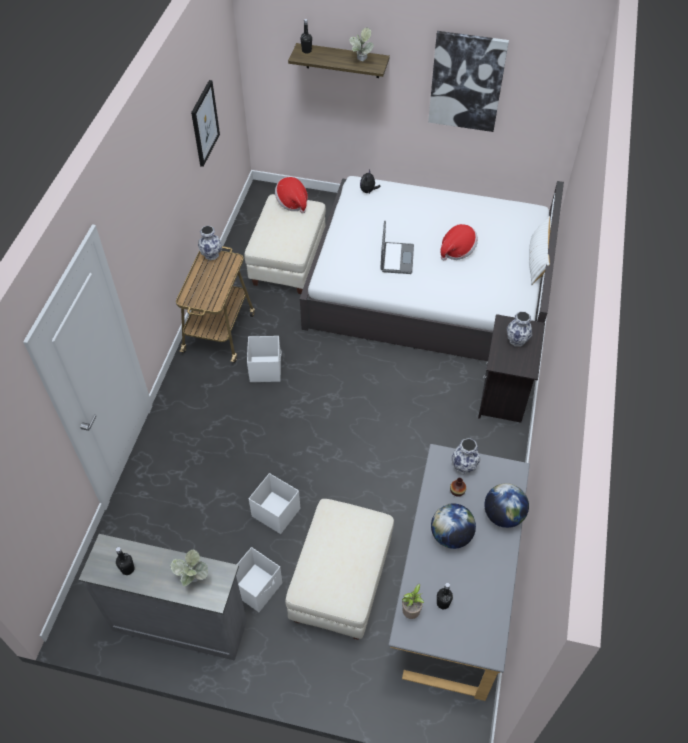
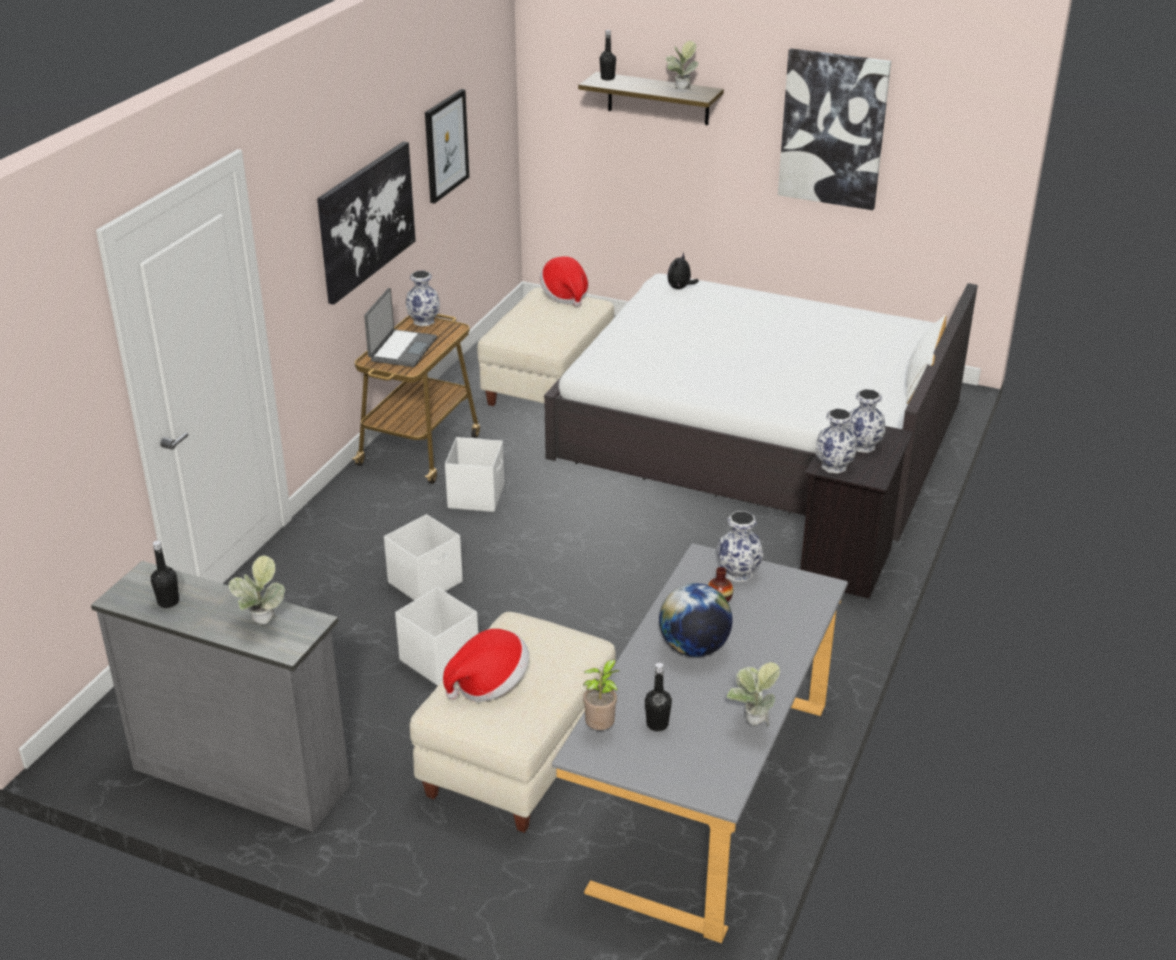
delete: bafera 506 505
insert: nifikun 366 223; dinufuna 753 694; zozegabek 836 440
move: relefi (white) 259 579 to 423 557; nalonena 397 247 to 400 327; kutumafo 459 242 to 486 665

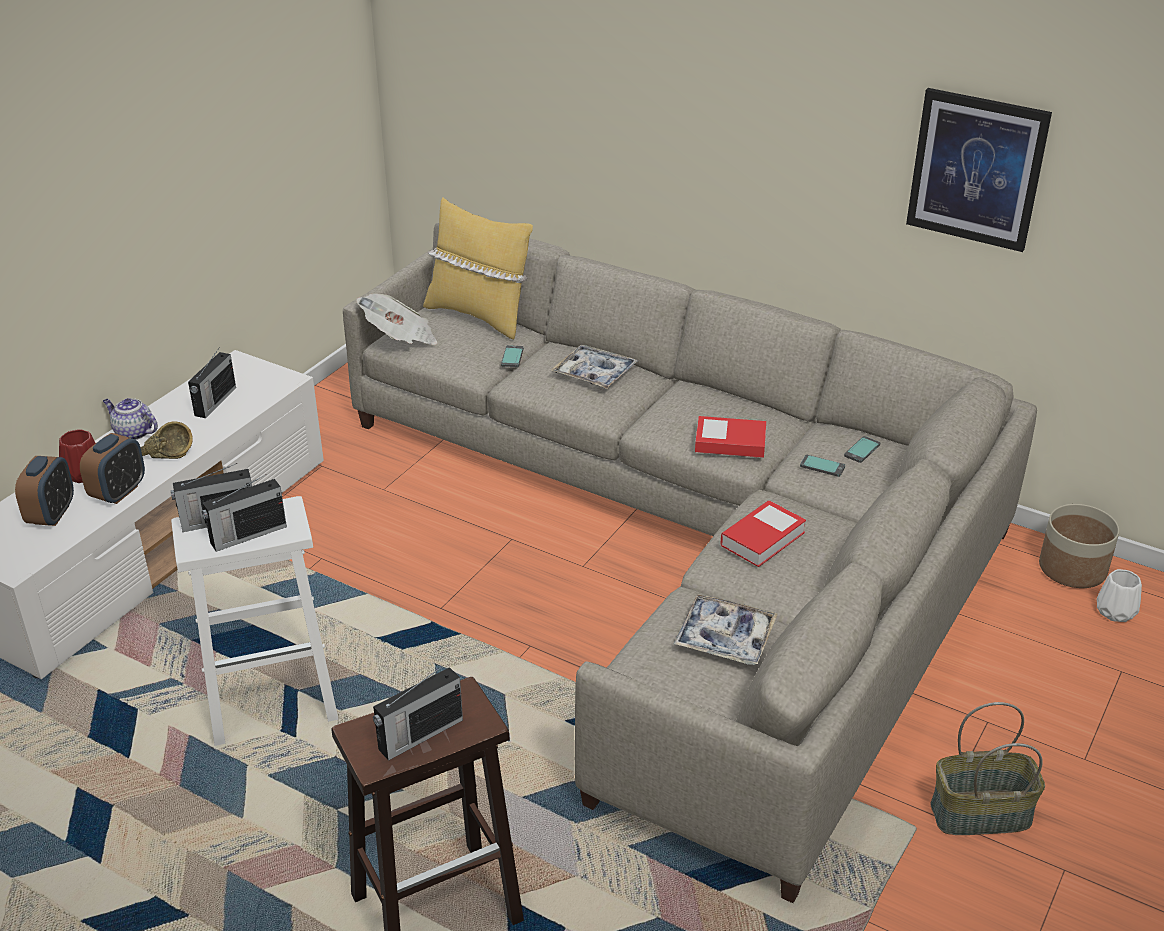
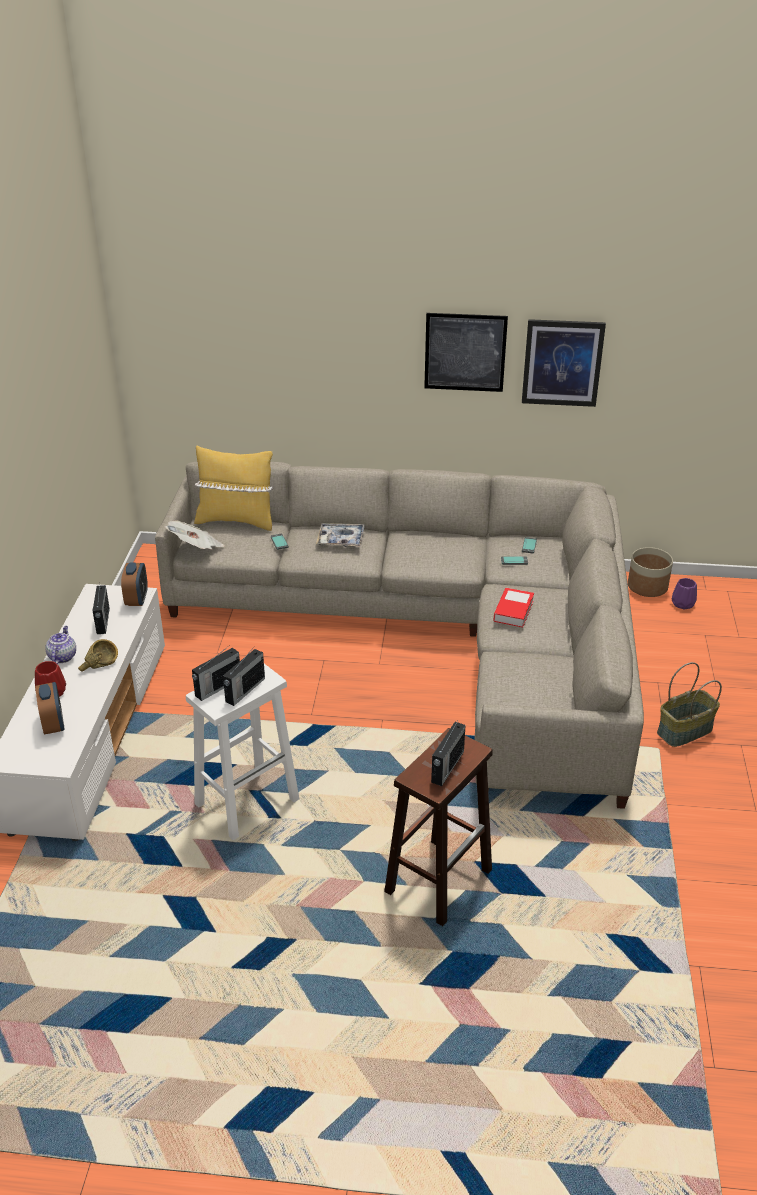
delete: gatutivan 726 629; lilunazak 730 437
insert: nifikun 466 352
move: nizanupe 112 468 to 134 584
recolor: zozegabek (white) 1119 595 to zozegabek (purple) 684 593
rotate: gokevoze 130 419 = 60 645 90 degrees clockwise

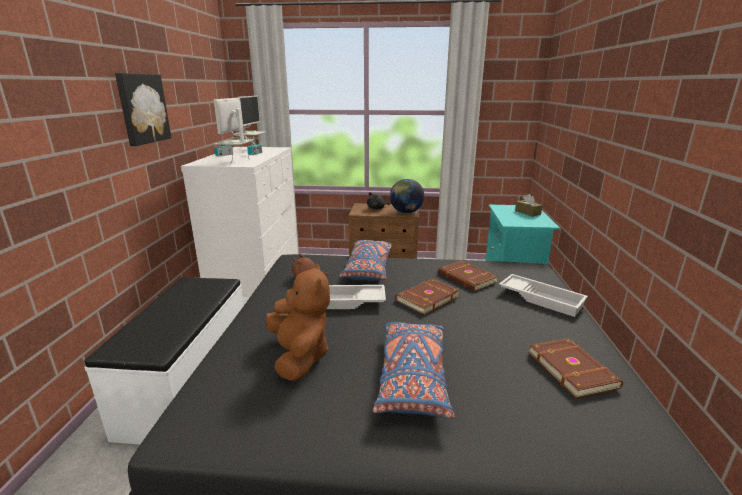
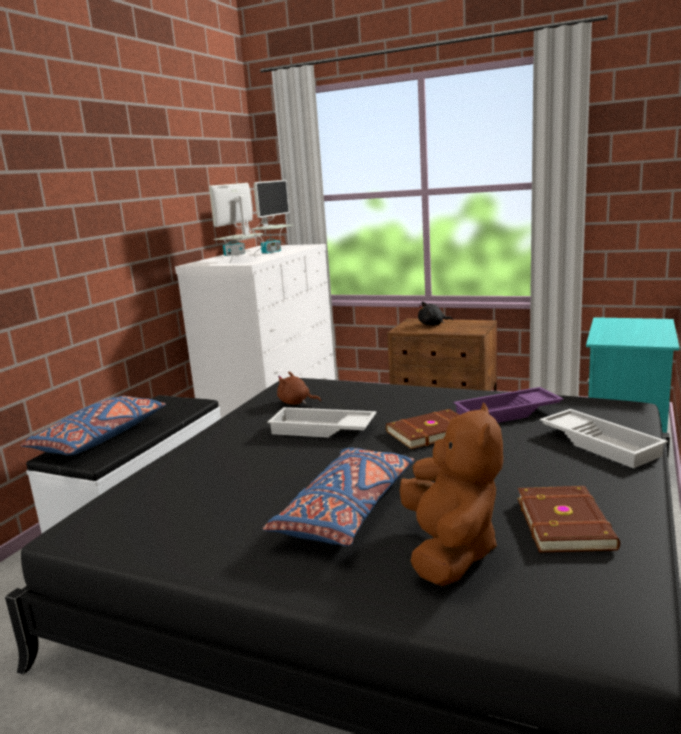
delete: nifikun 143 109; bafera 407 196; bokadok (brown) 528 205
move: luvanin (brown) 298 322 to 451 494; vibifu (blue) 366 260 to 93 426
replace: lilunazak (brown) 468 276 to gatutivan (purple) 508 405

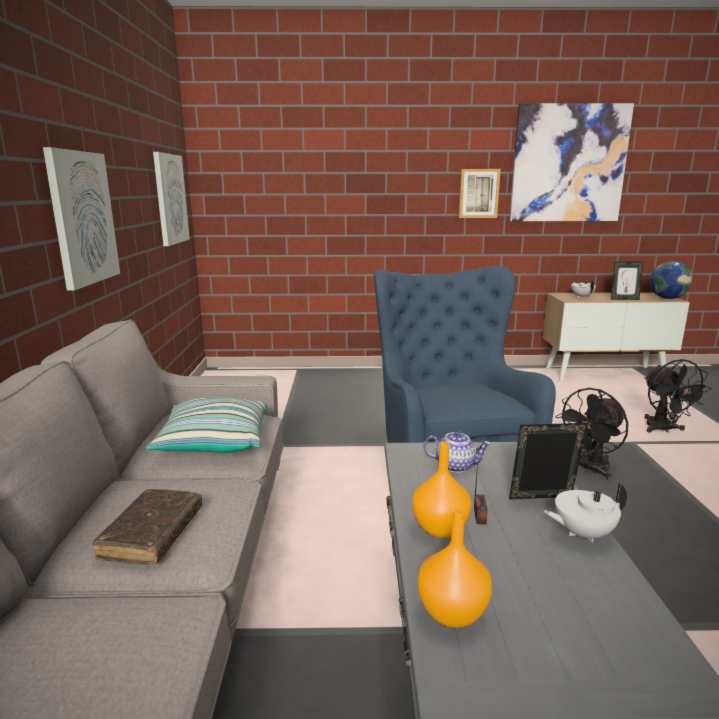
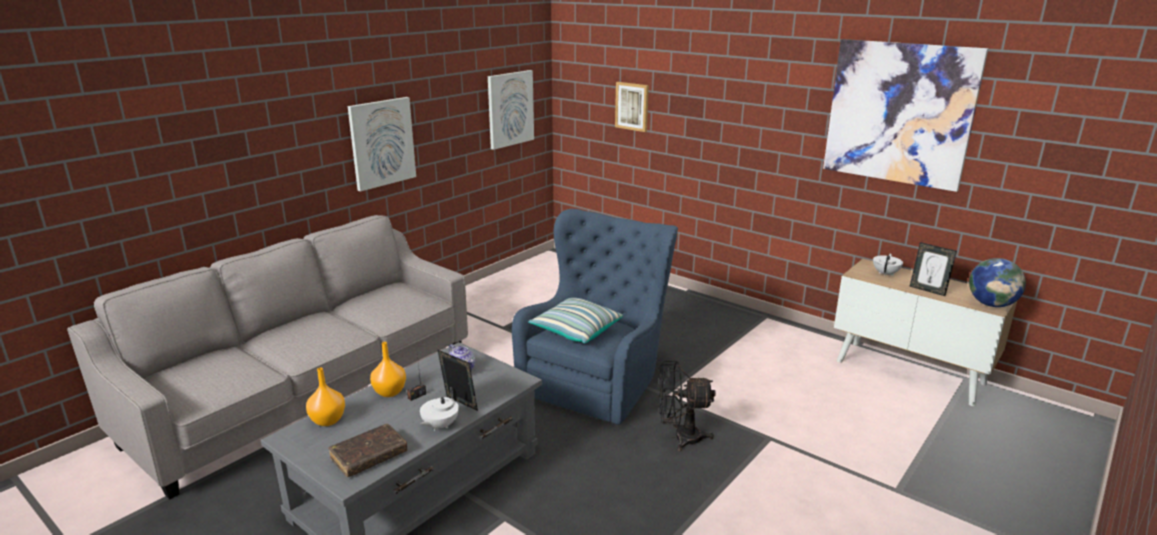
delete: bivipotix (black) 678 396
move: lilunazak (brown) 147 527 to 367 450; vibifu 206 425 to 575 321; nifikun 480 193 to 632 107
rotate: gokevoze (white) 585 512 = 439 409 90 degrees counterclockwise

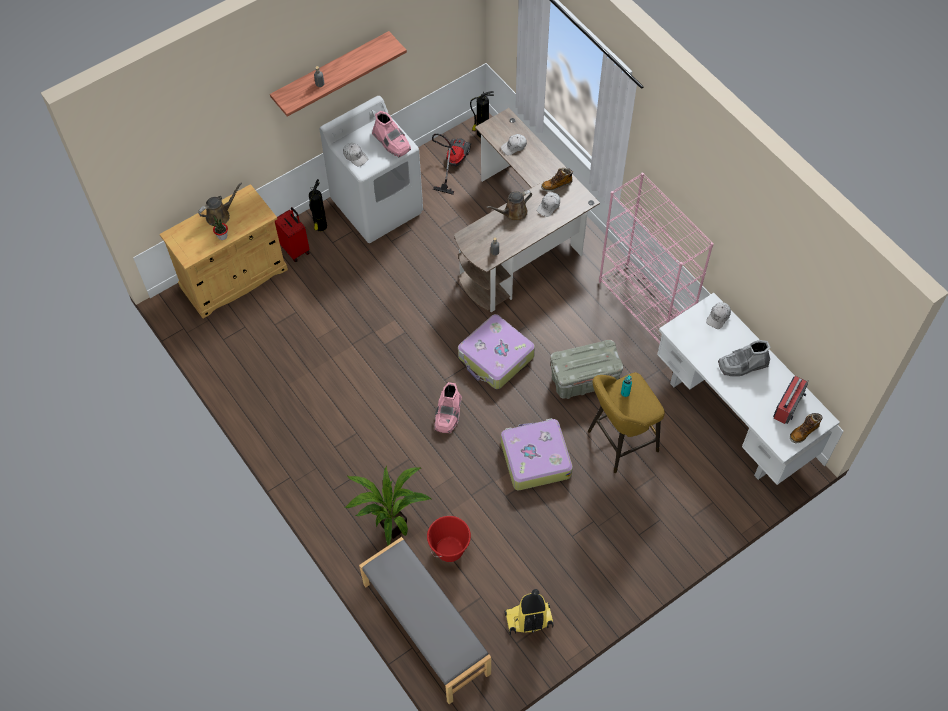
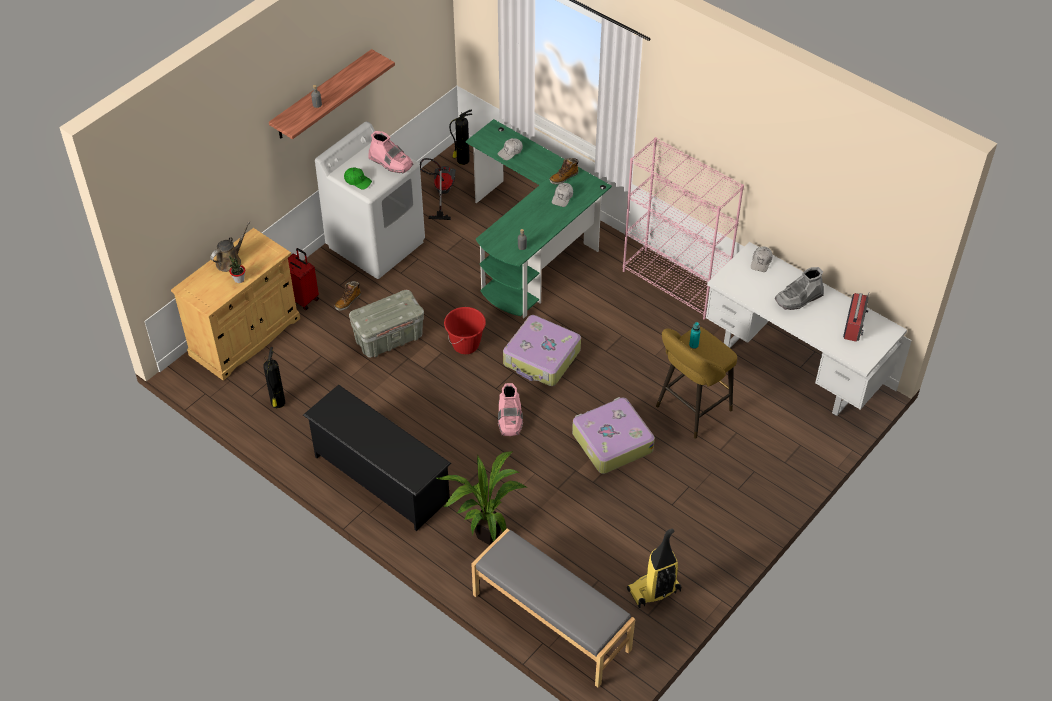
delete: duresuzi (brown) 509 205
insert: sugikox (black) 377 457
move: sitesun 318 205 to 274 377; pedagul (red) 449 539 to 465 330; relefi (grey) 586 369 to 386 324; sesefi 806 428 to 348 296
recolor: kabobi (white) 355 155 to kabobi (green) 358 178; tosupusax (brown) 527 210 to tosupusax (green) 538 218

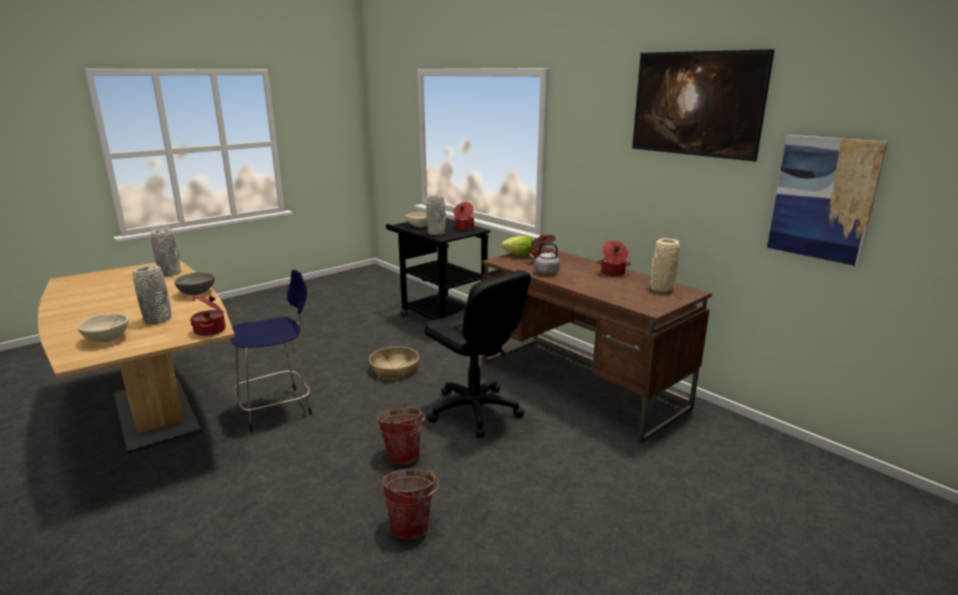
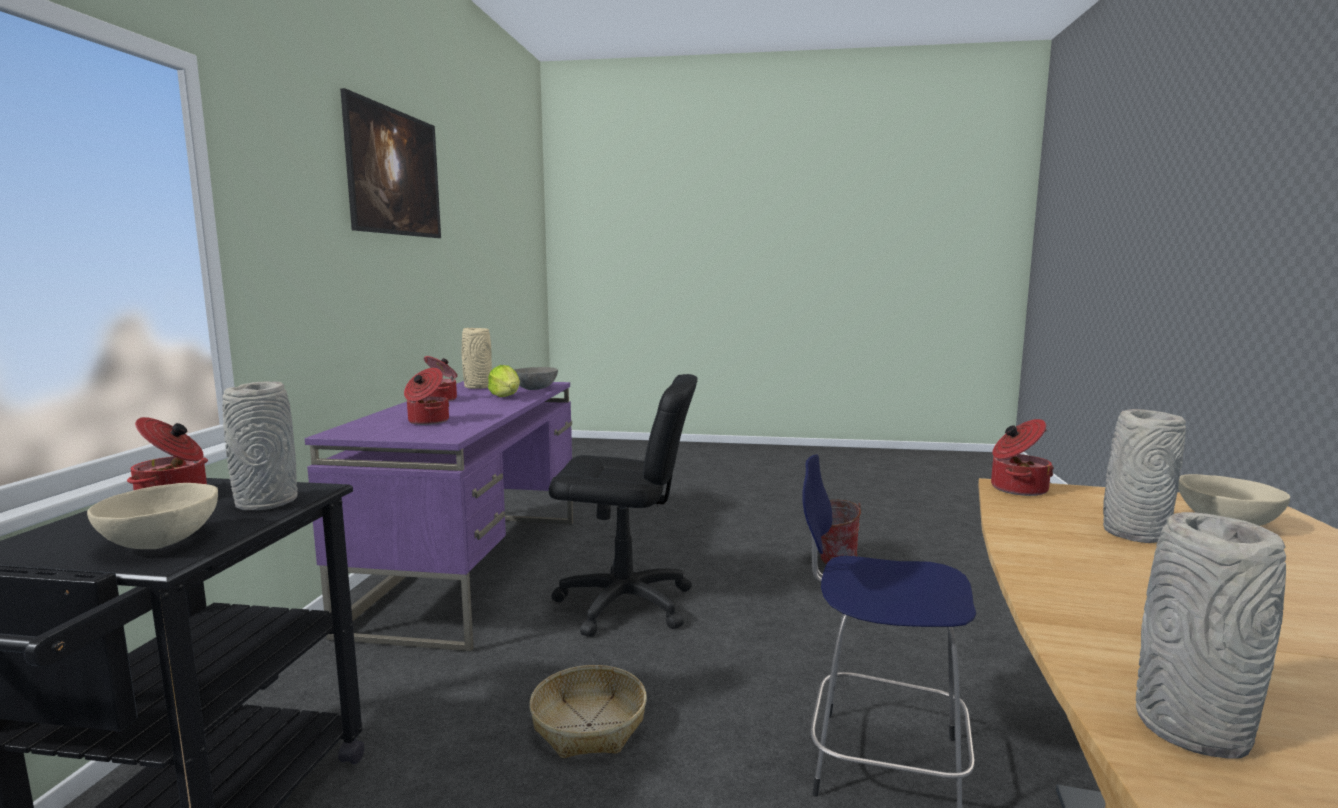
delete: pedagul 401 434; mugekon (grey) 545 258; nifikun 827 200
move: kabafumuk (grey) 194 283 to 536 378; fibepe 518 246 to 504 381
recolor: tosupusax (brown) 597 345 to tosupusax (purple) 439 516
rotate: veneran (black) 477 354 = 623 505 90 degrees clockwise

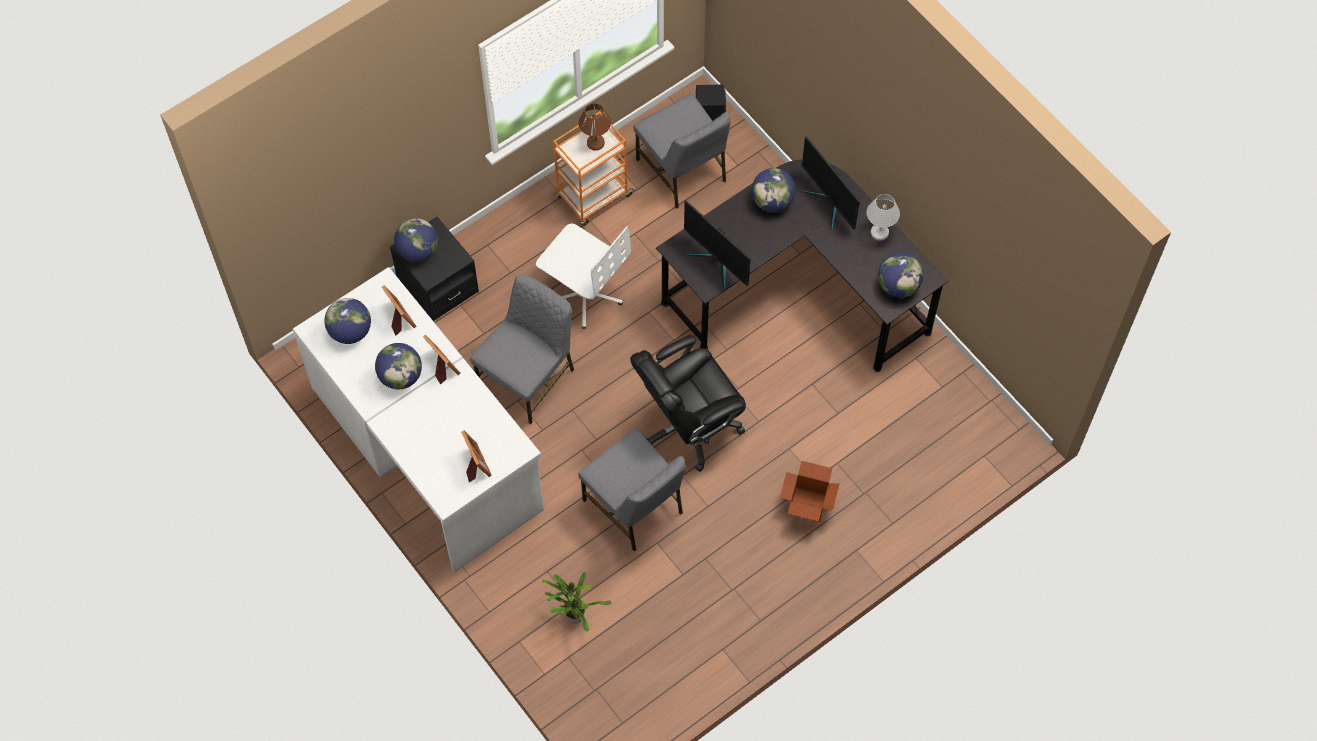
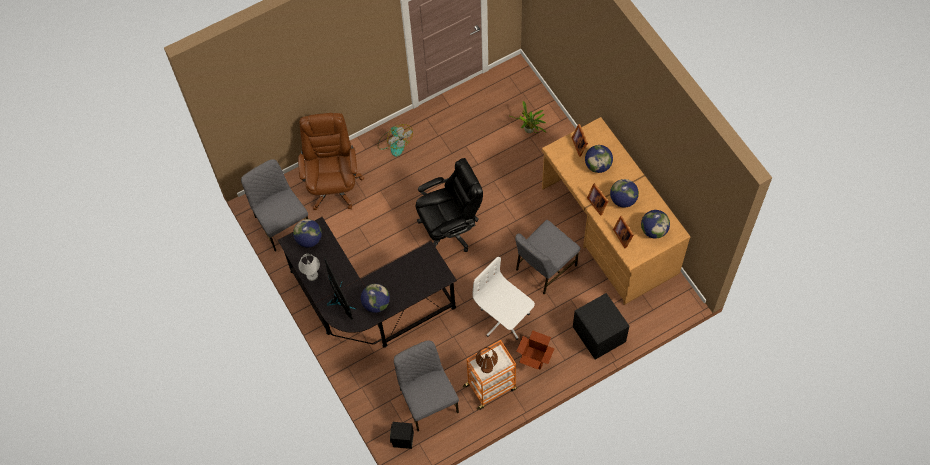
delete: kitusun 717 244
insert: veneran (brown) 331 161; bivipotix 395 140
move: bafera 416 240 to 599 159; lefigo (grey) 632 490 to 274 205; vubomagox 809 491 to 536 350
recolor: tosupusax (white) 418 419 to tosupusax (brown) 616 211

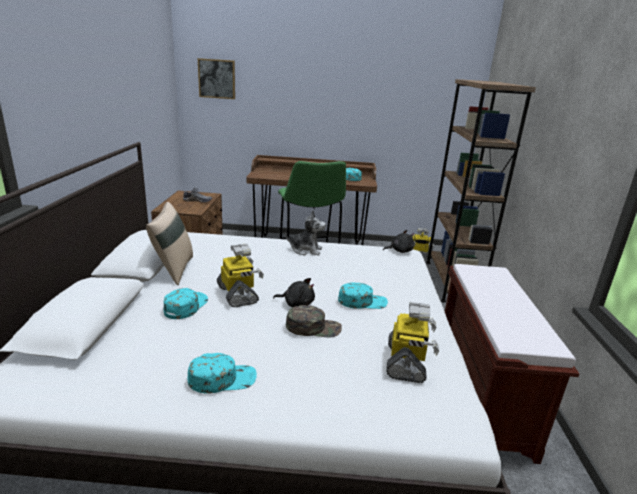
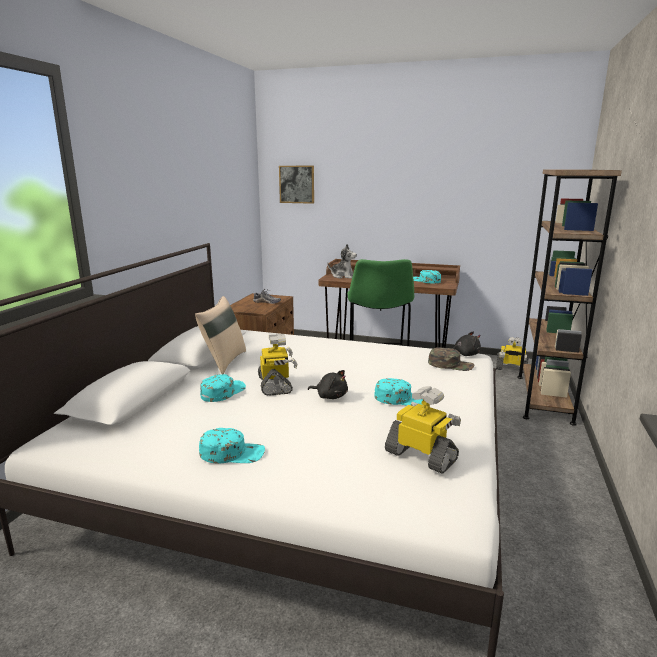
delete: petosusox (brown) 512 364
move: luvanin 305 232 to 342 261; kabobi (green) 314 321 to 451 359
rotate: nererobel 412 342 = 423 429 75 degrees counterclockwise

